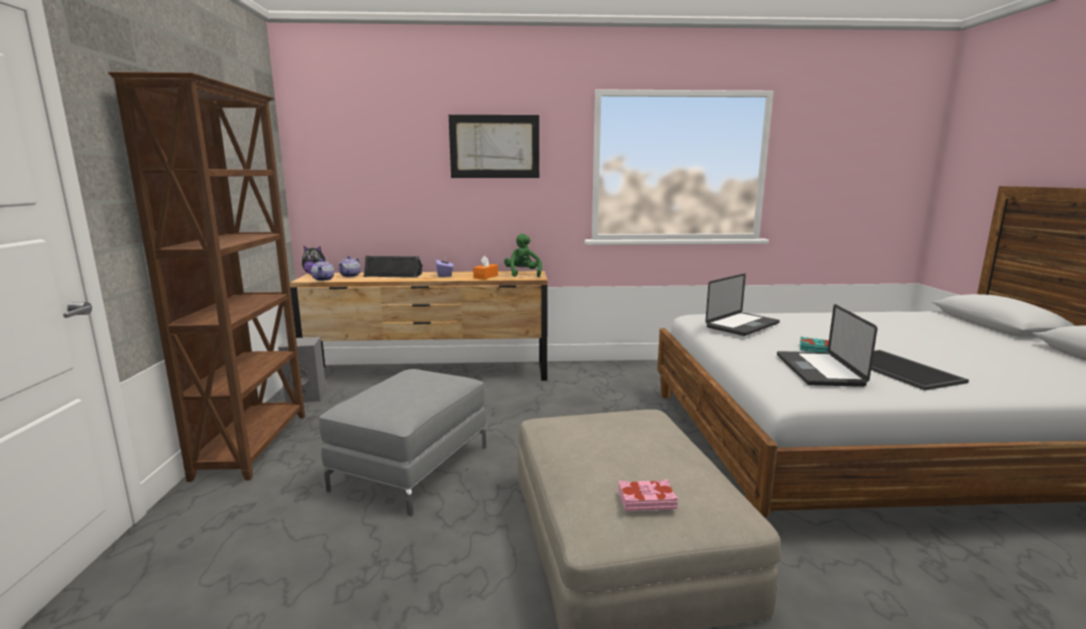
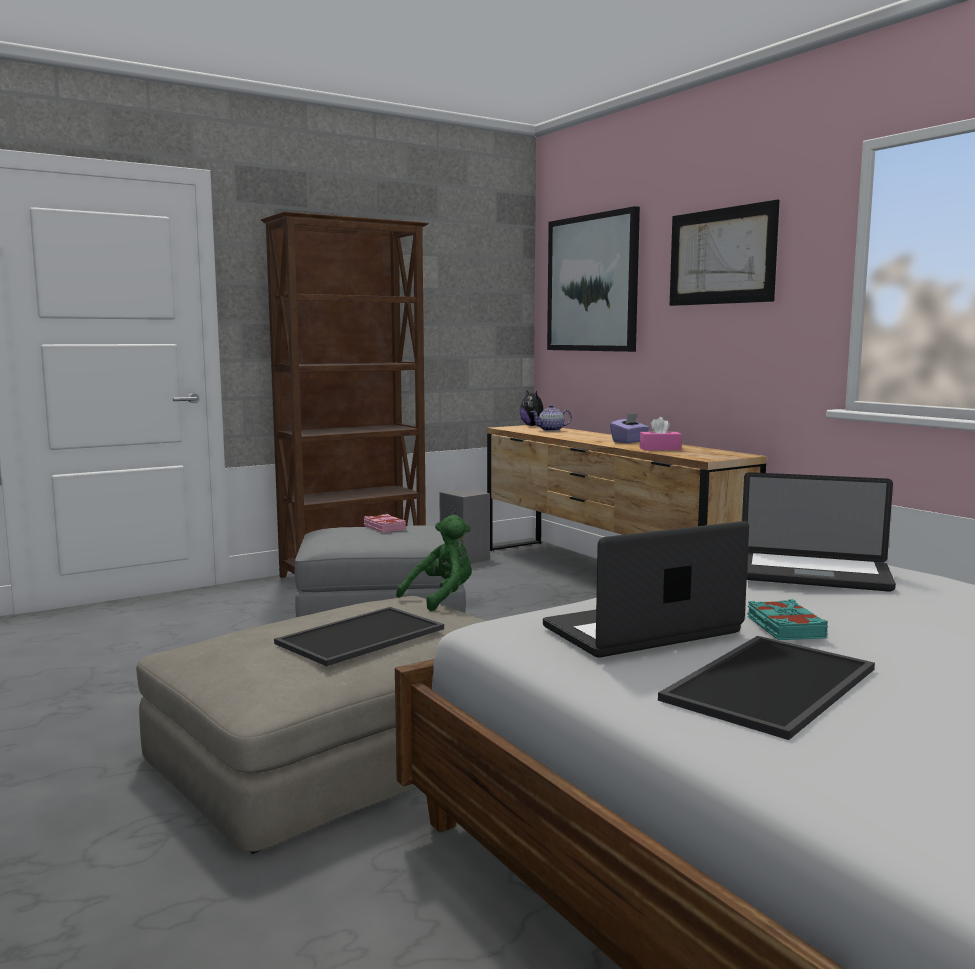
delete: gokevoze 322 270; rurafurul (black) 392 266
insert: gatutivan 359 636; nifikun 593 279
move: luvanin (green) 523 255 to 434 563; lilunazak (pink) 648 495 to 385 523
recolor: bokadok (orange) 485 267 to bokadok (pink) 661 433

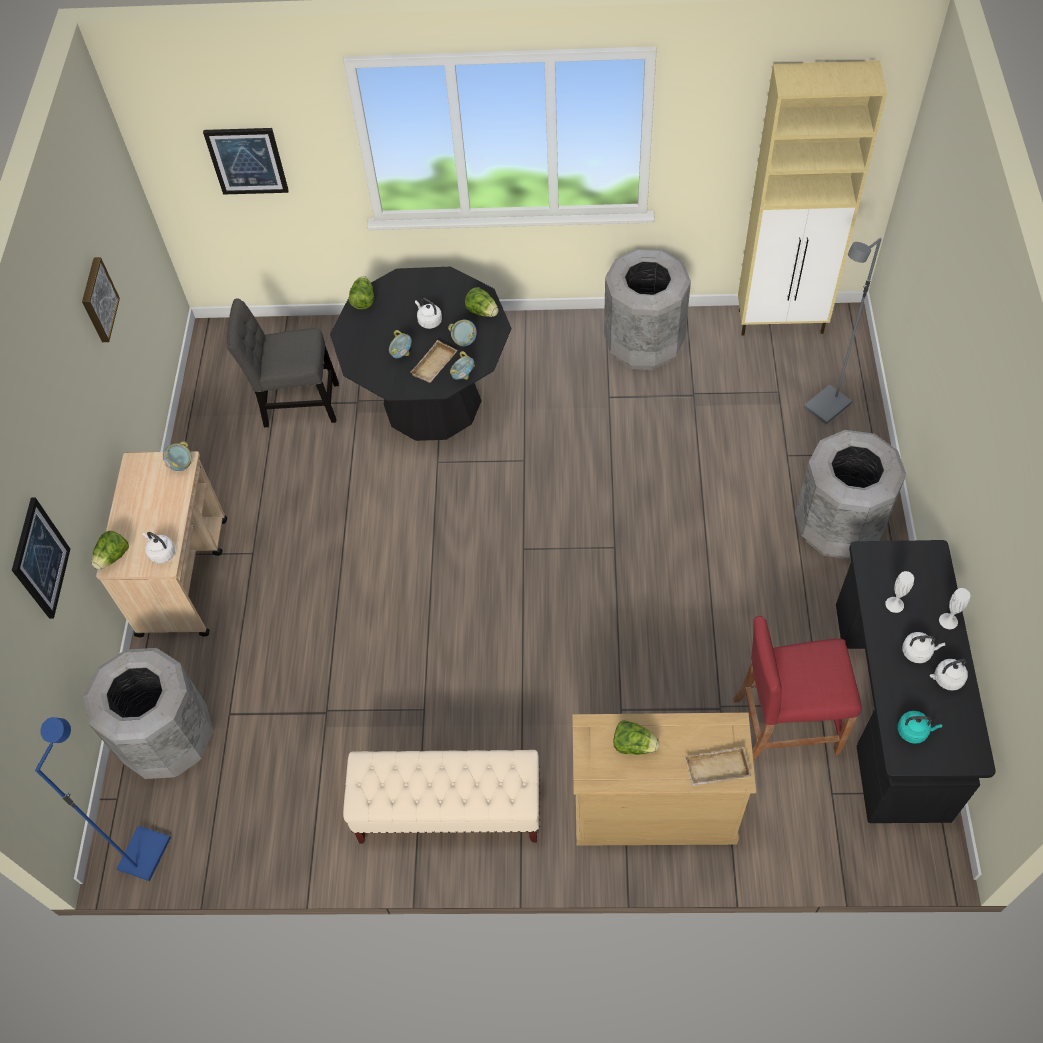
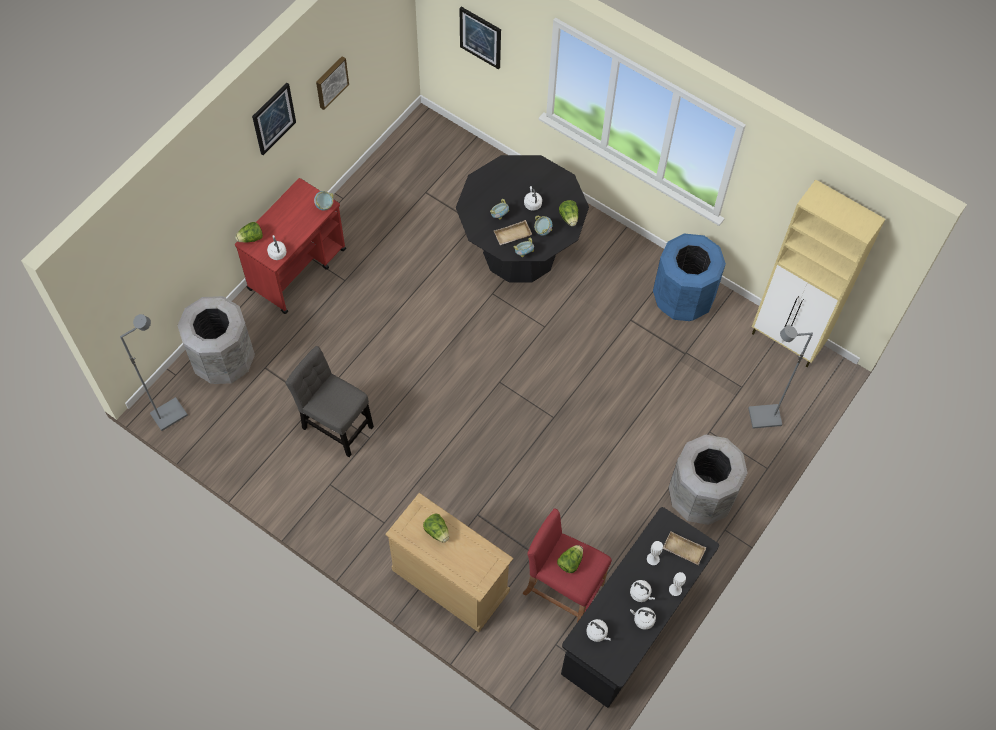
delete: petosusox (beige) 441 797
move: nifikun 41 558 to 274 119; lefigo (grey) 283 362 to 329 401; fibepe 361 293 to 570 559; gatutivan (beige) 718 766 to 684 548
recolor: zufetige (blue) 103 799 to zufetige (grey) 154 372; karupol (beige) 161 544 to karupol (red) 290 246; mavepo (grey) 647 309 to mavepo (blue) 689 277; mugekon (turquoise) 919 727 to mugekon (white) 598 630

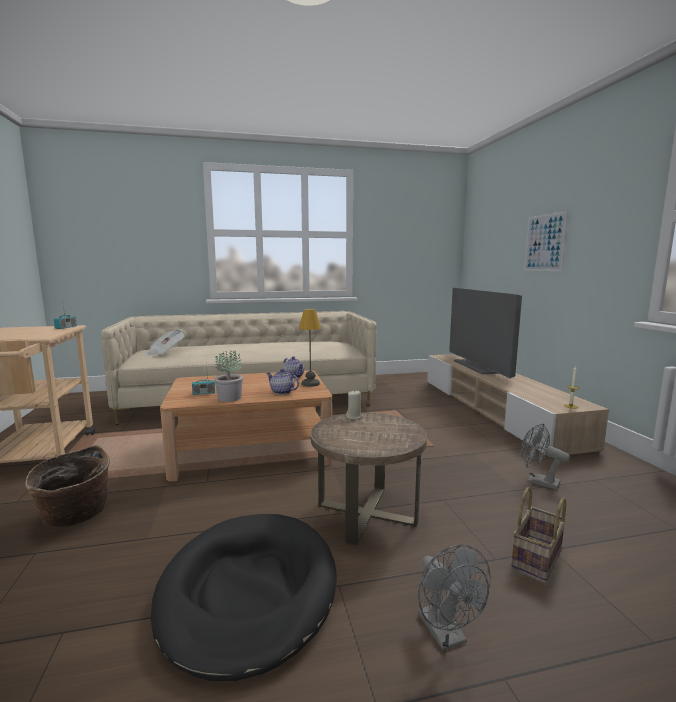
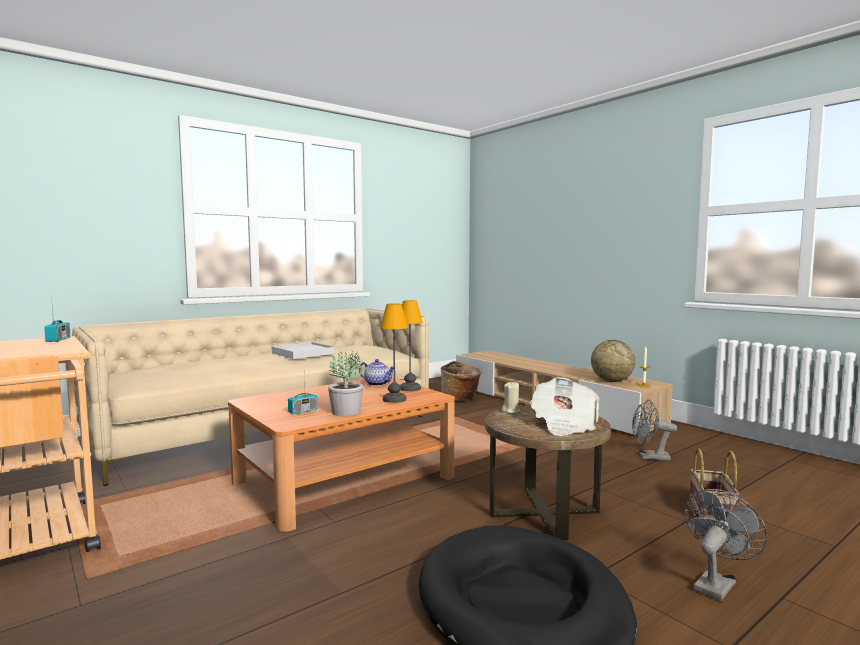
delete: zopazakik 485 333; nifikun 546 241
insert: gatutivan (white) 303 350; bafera 613 361
move: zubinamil 67 486 to 461 381; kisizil 164 342 to 564 406
replace: gokevoze 282 382 to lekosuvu 394 353
rotate: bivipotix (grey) 454 597 = 726 545 90 degrees counterclockwise

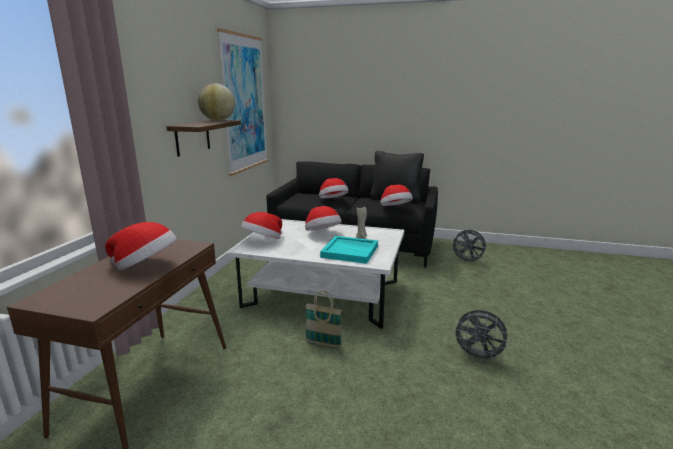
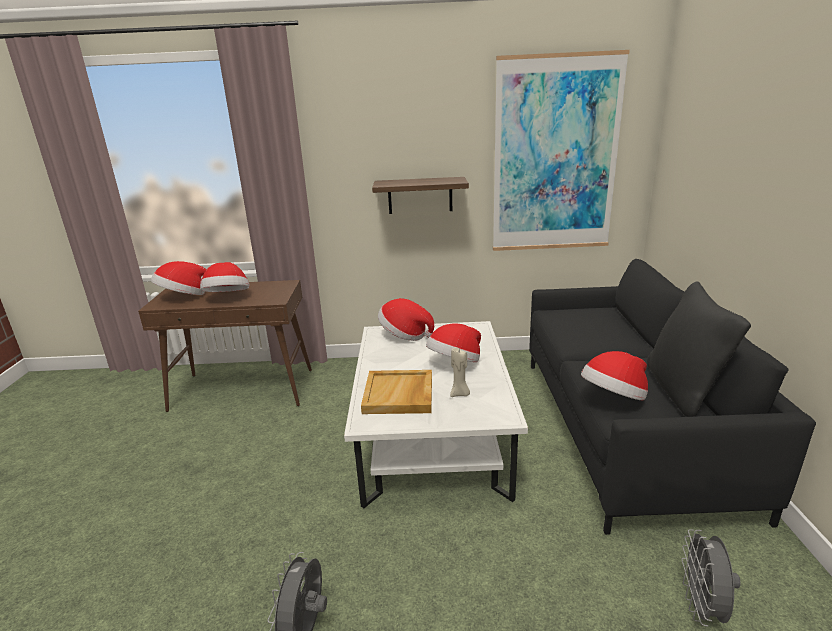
delete: bafera 216 102; zubinamil 323 319
move: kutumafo 334 188 to 178 278
recolor: gatutivan (turquoise) 349 250 to gatutivan (beige) 396 392

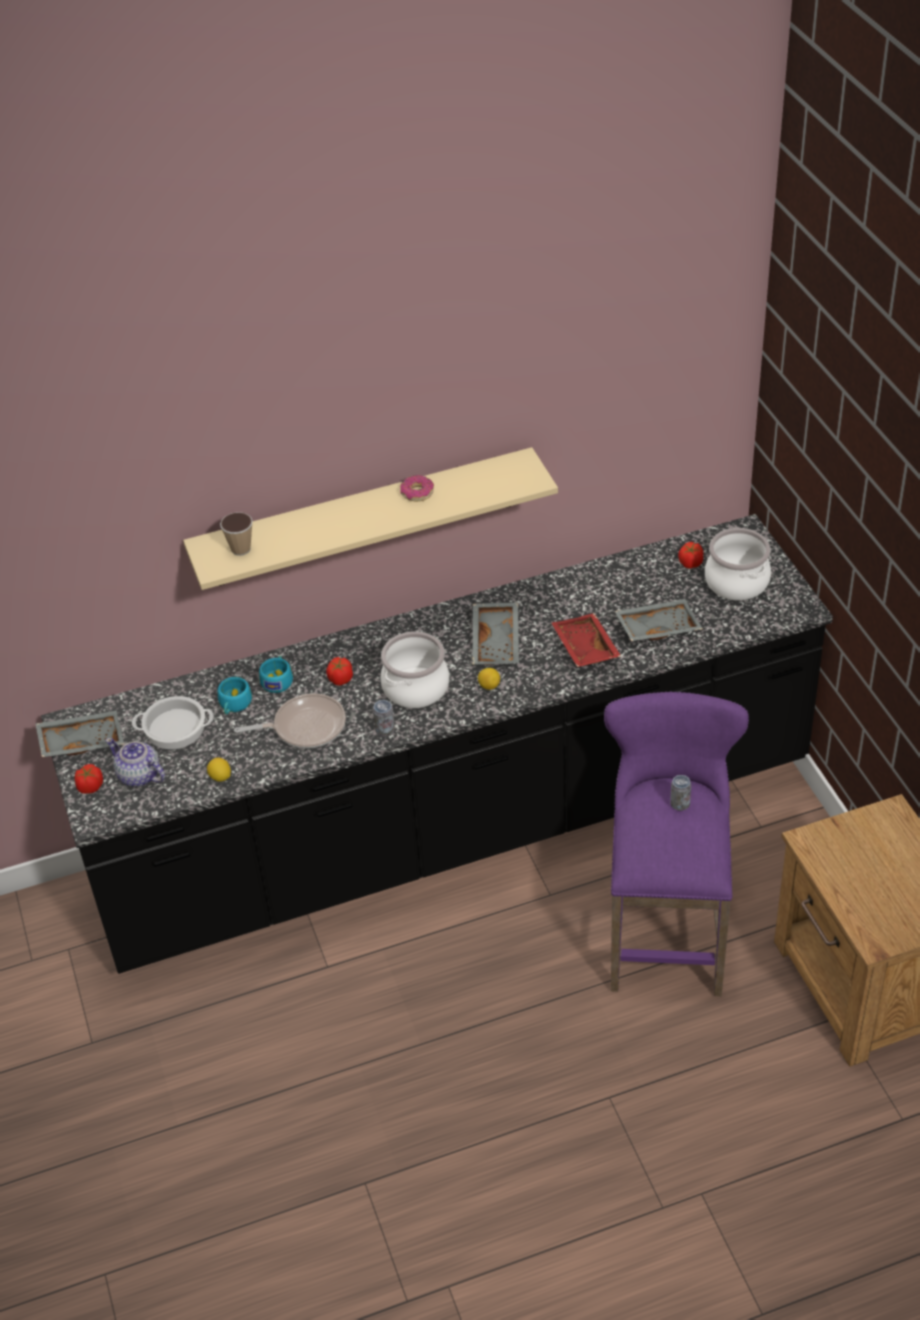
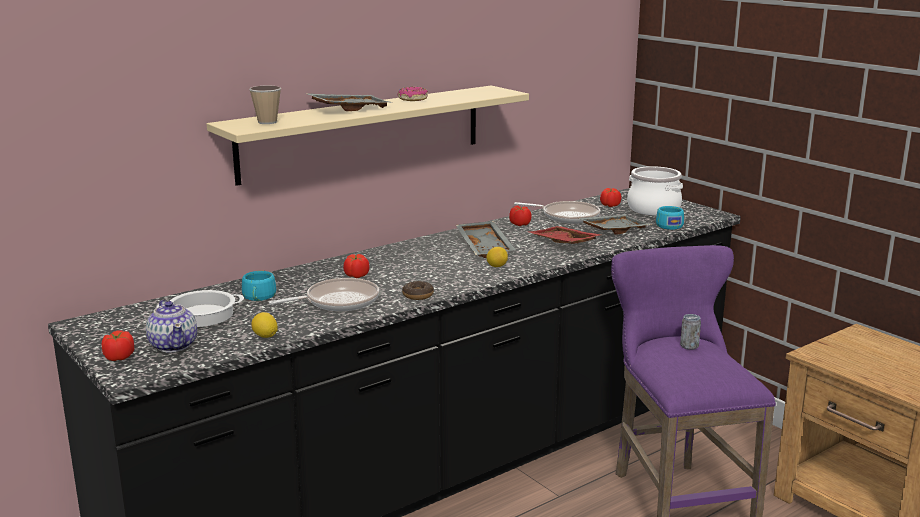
delete: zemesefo 414 669
insert: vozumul 520 216; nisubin 557 212
move: gatutivan (grey) 79 734 to 349 102; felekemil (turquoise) 276 674 to 670 218
replace: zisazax 384 718 to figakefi 418 290
rotate: gokevoze 135 762 = 171 326 135 degrees counterclockwise

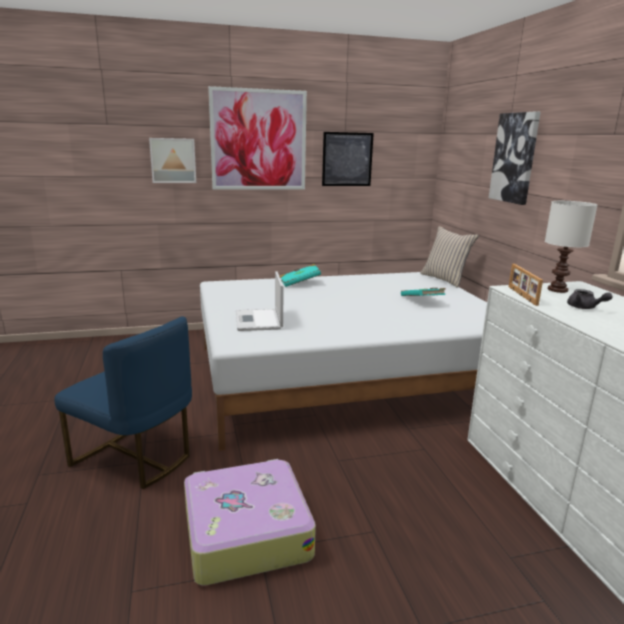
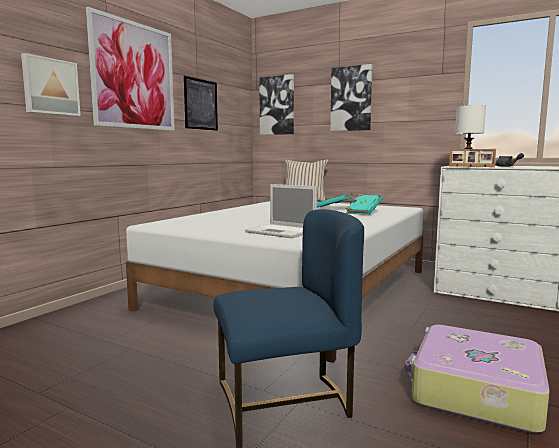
insert: nifikun 276 104
move: lilunazak (turquoise) 300 275 to 364 204

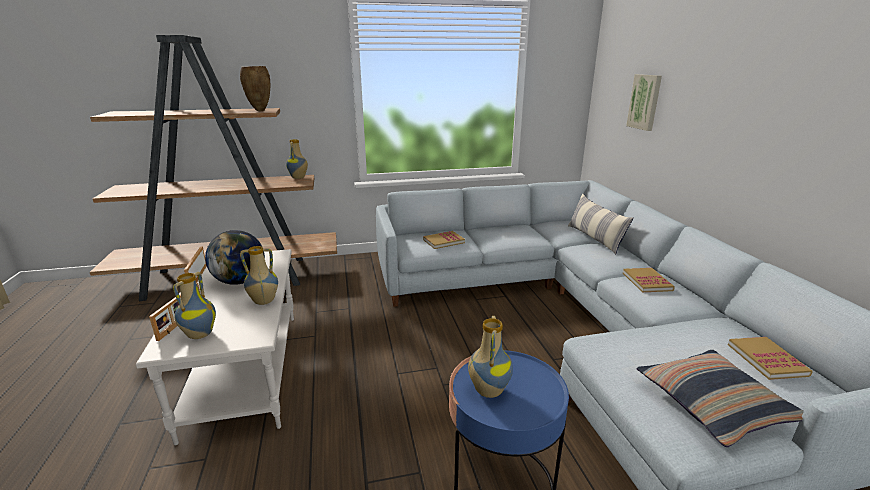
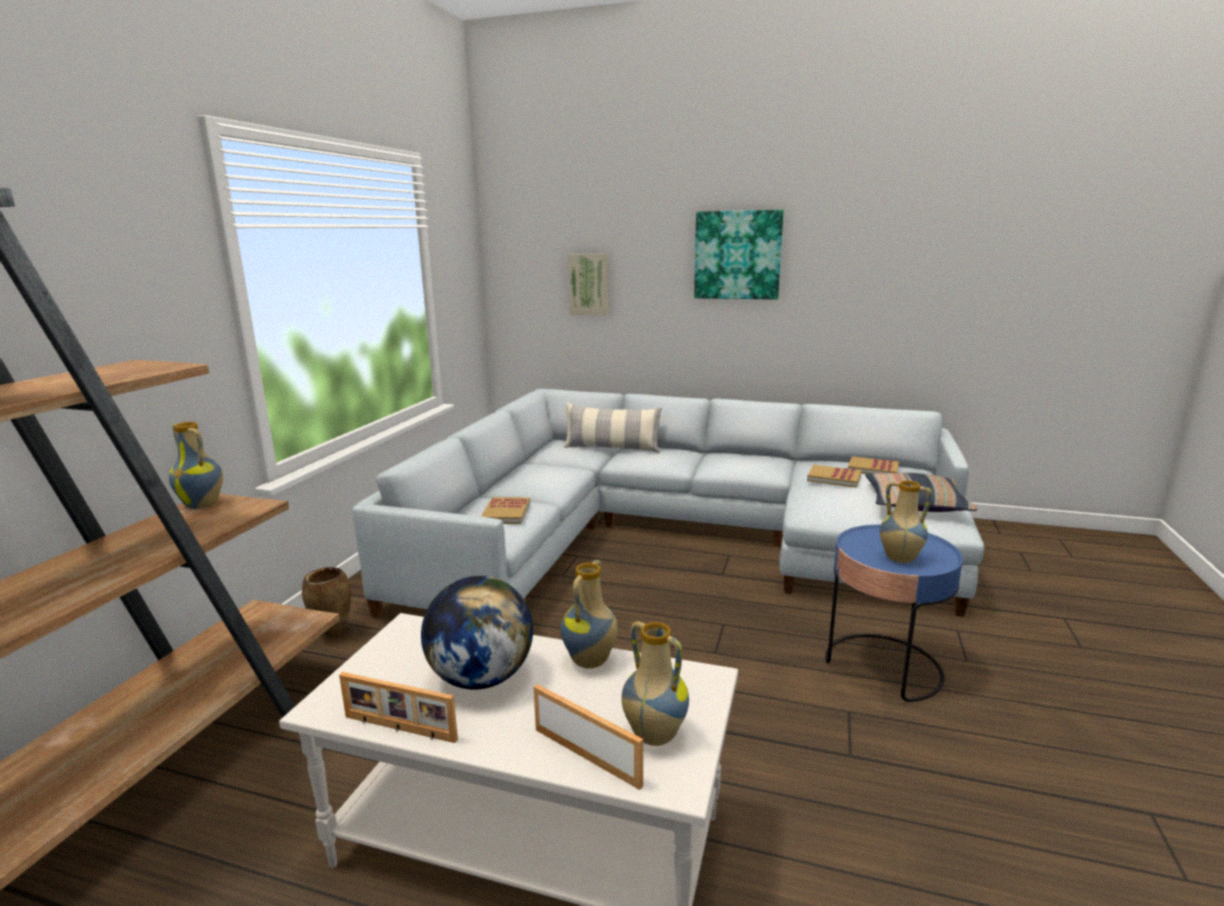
insert: nifikun 739 255
move: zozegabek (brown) 255 88 to 326 602; lilunazak 649 280 to 834 476

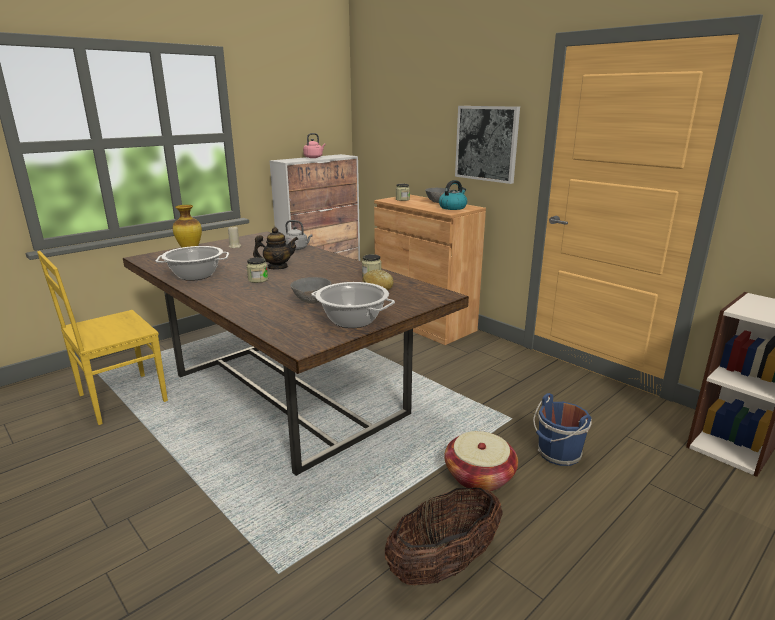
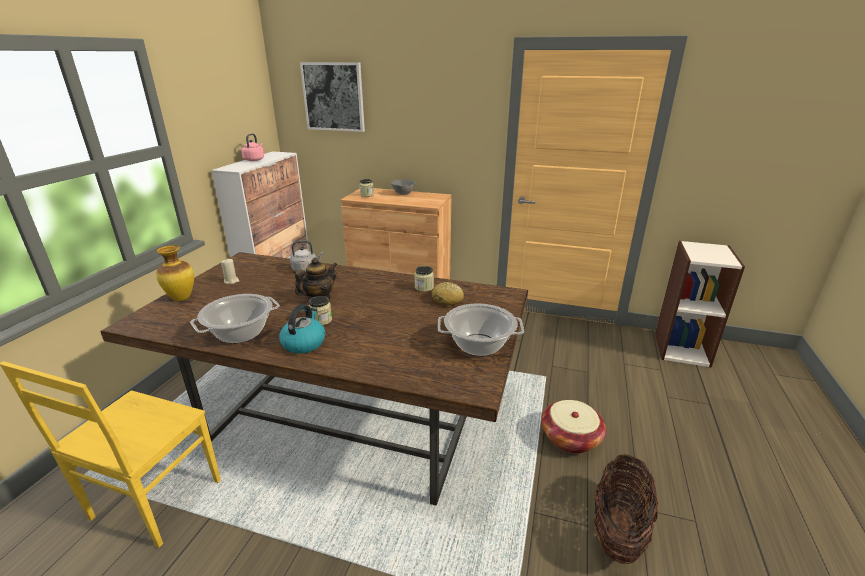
delete: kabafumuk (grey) 310 290; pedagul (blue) 562 429
move: mugekon 453 195 to 302 329; nifikun 487 145 to 332 97

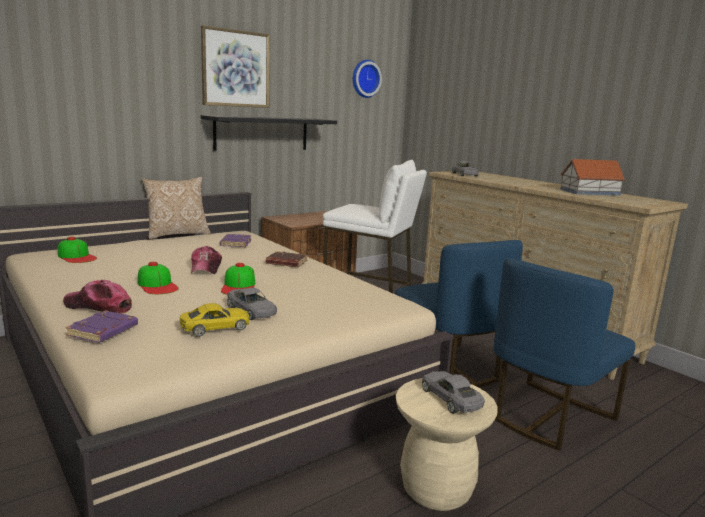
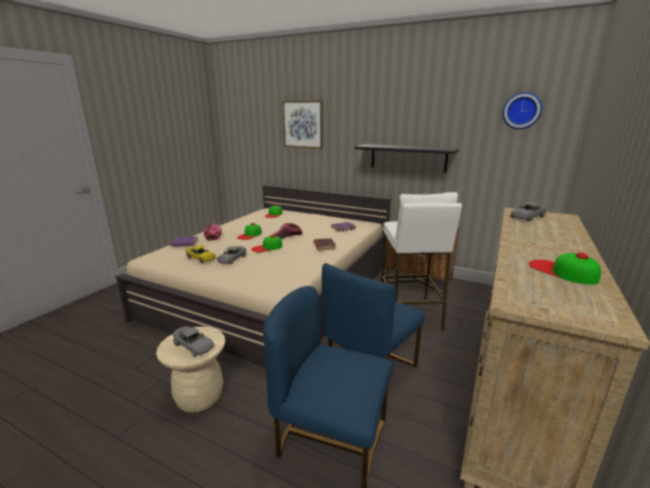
delete: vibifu 176 208
move: nifikun 235 66 to 302 124
replace: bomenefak 592 177 to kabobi 564 269
rotate: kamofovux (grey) 453 392 = 193 341 90 degrees clockwise

